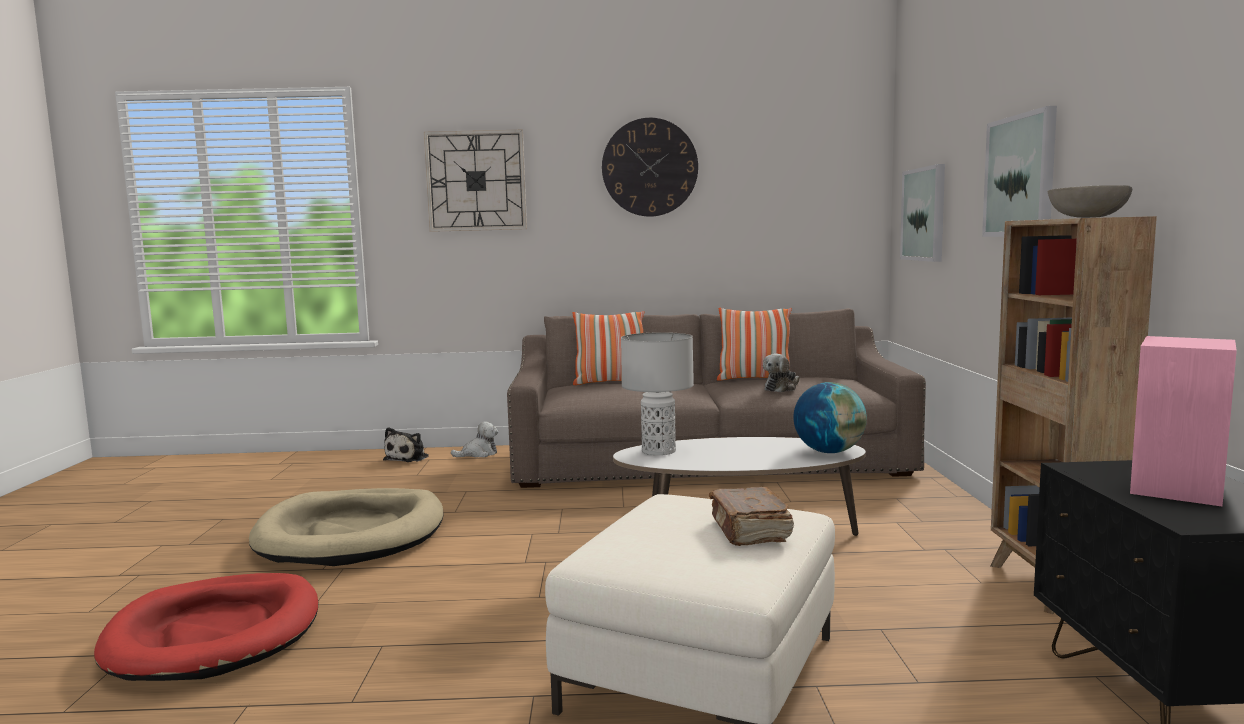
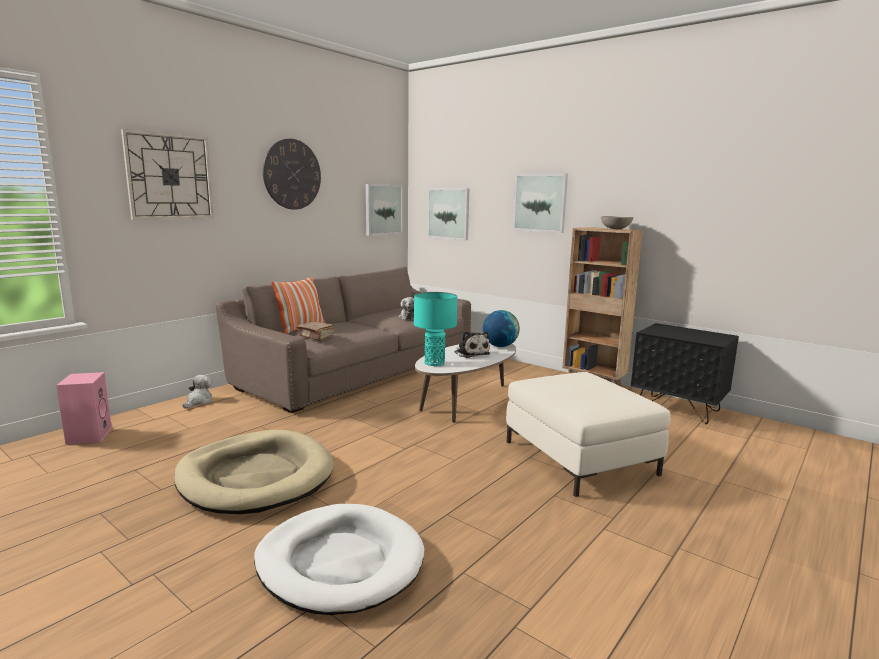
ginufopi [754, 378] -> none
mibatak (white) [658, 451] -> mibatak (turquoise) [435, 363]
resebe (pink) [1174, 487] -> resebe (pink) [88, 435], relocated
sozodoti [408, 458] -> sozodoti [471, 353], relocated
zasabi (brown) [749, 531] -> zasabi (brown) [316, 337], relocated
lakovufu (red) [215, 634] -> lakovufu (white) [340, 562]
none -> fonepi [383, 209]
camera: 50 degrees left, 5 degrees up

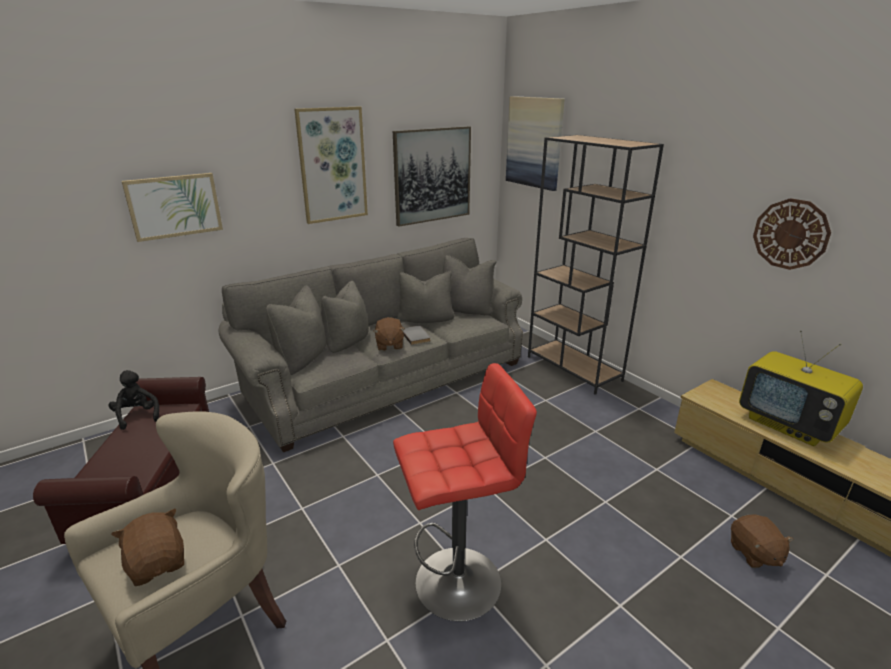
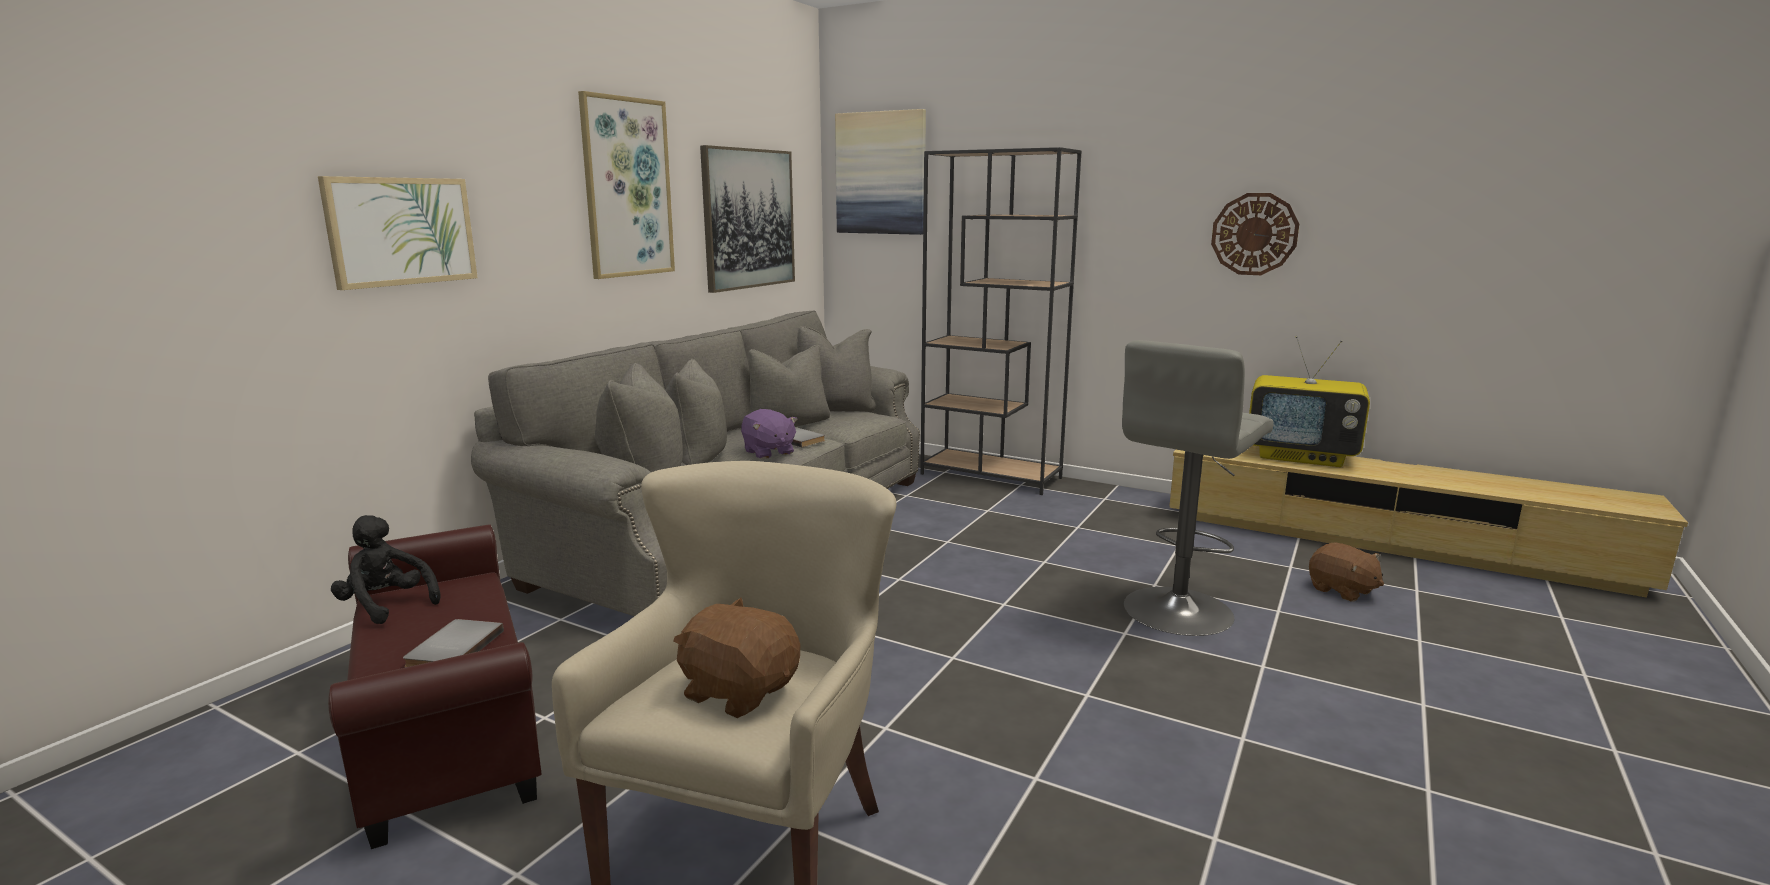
sozodoti (brown) [389, 345] -> sozodoti (purple) [768, 452]
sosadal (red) [459, 583] -> none
none -> sosadal (grey) [1176, 611]
none -> zasabi (grey) [452, 648]
camera: 25 degrees left, 10 degrees down

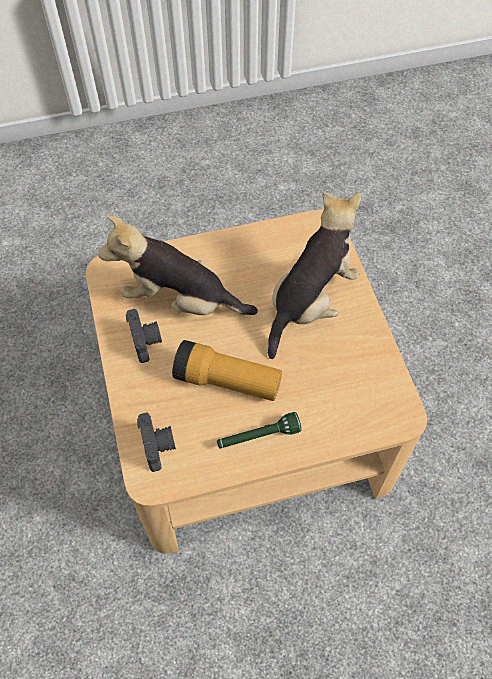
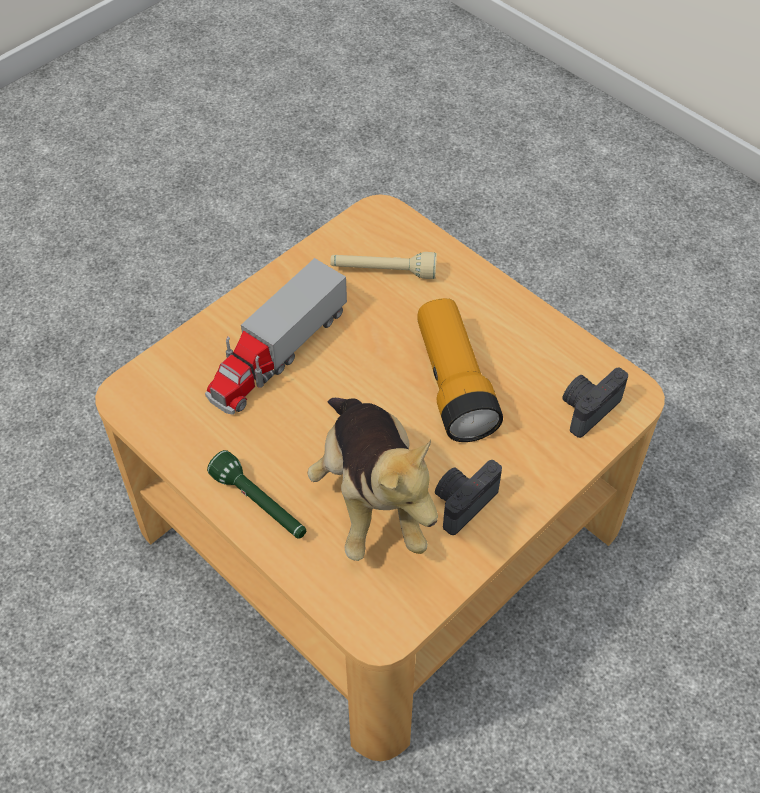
sozodoti [310, 301] -> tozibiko [277, 353]
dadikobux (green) [258, 437] -> dadikobux (green) [260, 505], relocated
none -> dadikobux (beige) [383, 272]
camera: 120 degrees left, 5 degrees down

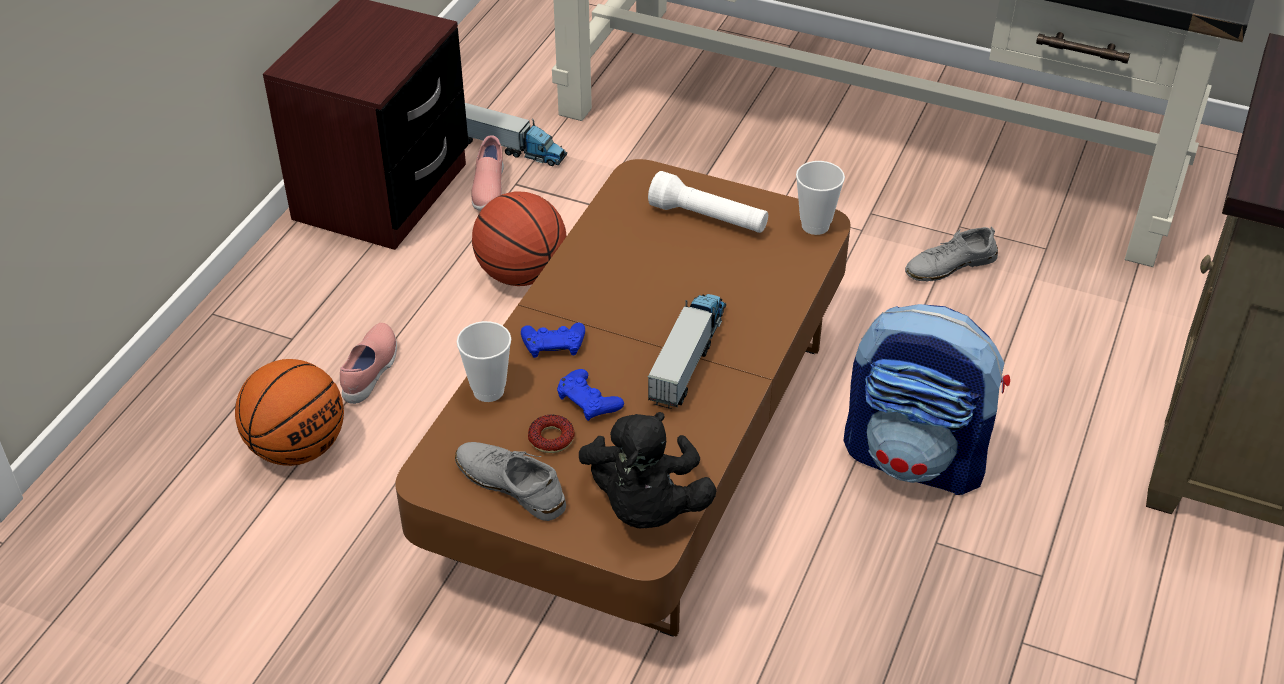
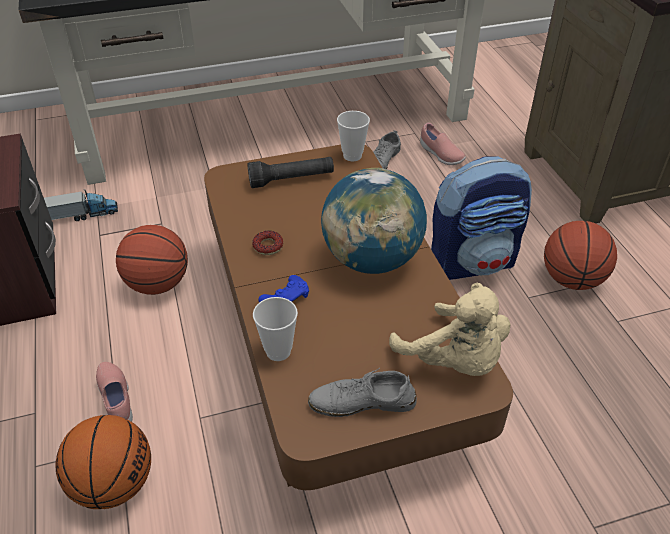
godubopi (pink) [488, 190] -> godubopi (pink) [440, 155], relocated
dadikobux (white) [708, 219] -> dadikobux (black) [291, 180]
tozibiko [688, 357] -> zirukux [371, 260]
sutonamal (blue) [588, 401] -> none
sozodoti (black) [645, 507] -> sozodoti (beige) [454, 361]
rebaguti [551, 438] -> rebaguti [268, 246], relocated
none -> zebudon [572, 280]
camera: 40 degrees left, 0 degrees up

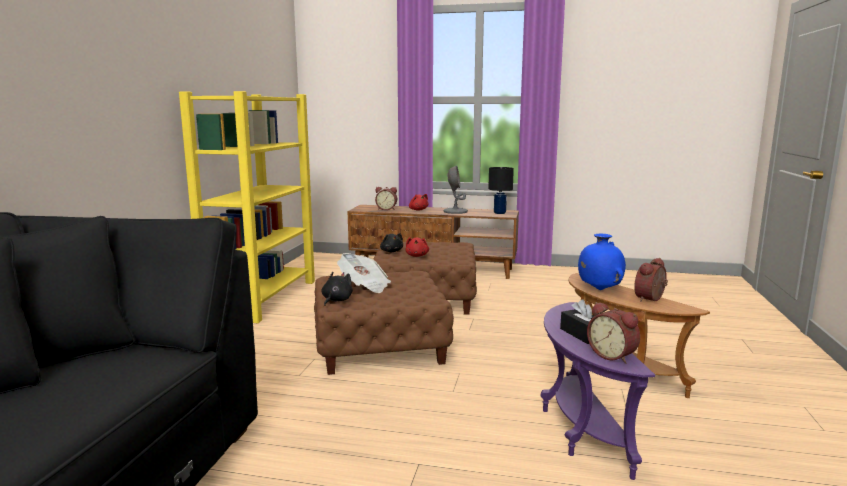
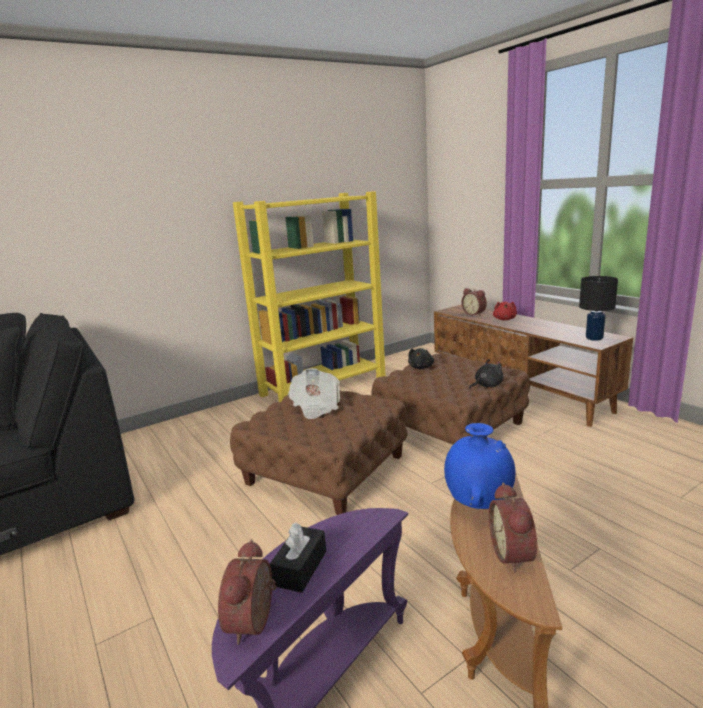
mibatak (grey) [455, 211] -> none
sozodoti (red) [417, 256] -> none
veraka [651, 299] -> veraka [514, 554], 90 degrees counterclockwise
sozodoti (black) [336, 300] -> sozodoti (black) [487, 385], relocated
camera: 45 degrees right, 5 degrees up

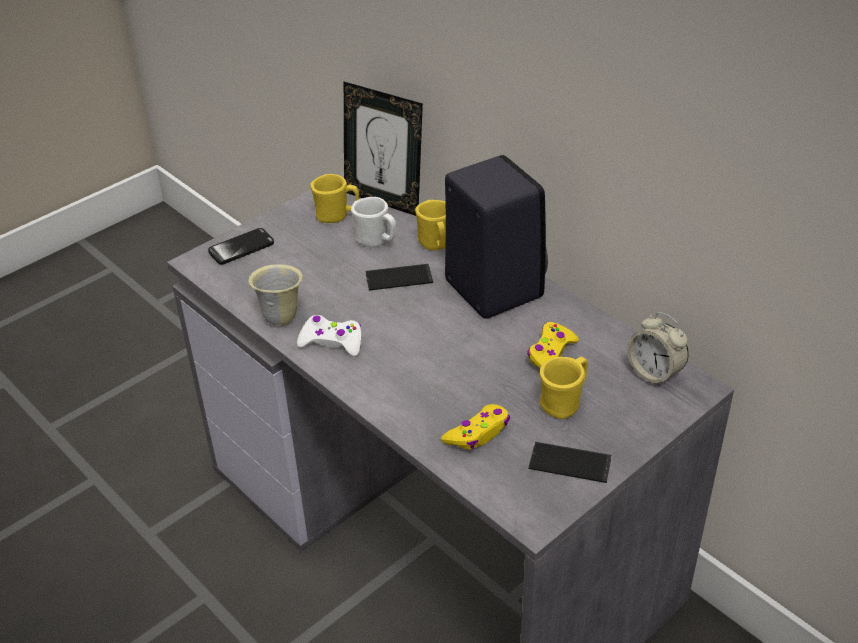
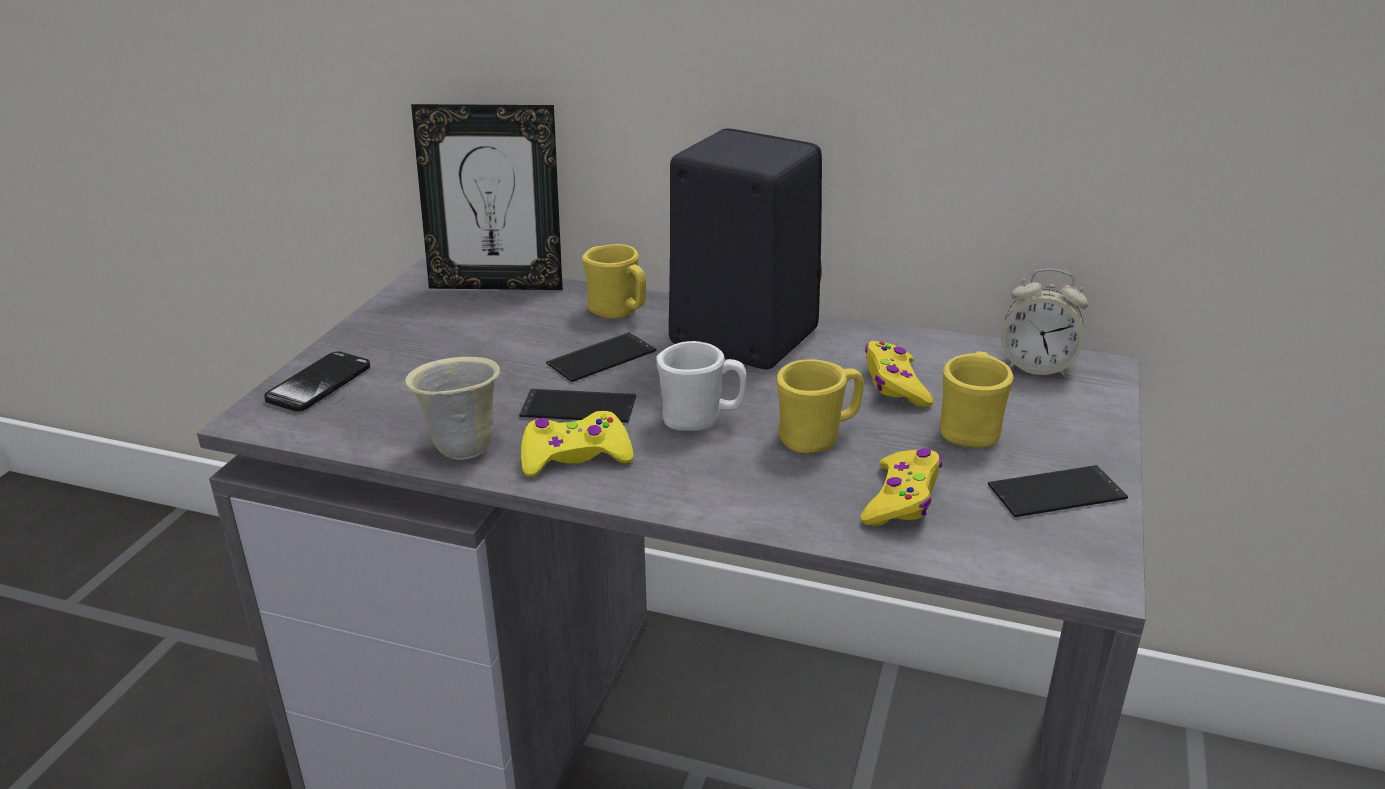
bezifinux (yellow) [337, 216] -> bezifinux (yellow) [817, 438], relocated
bezifinux (white) [376, 241] -> bezifinux (white) [701, 420], relocated
sutonamal (white) [332, 342] -> sutonamal (yellow) [575, 456]
none -> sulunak [578, 407]
camera: 30 degrees left, 10 degrees down

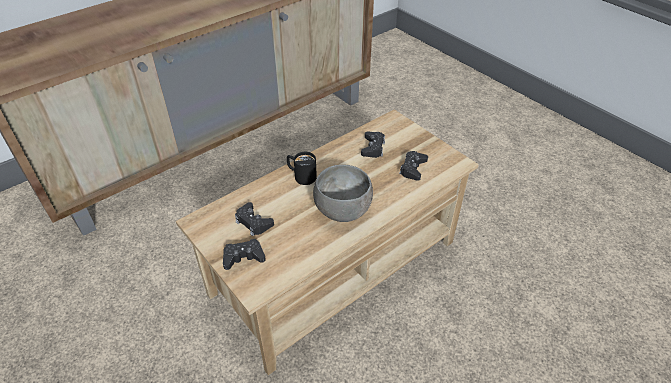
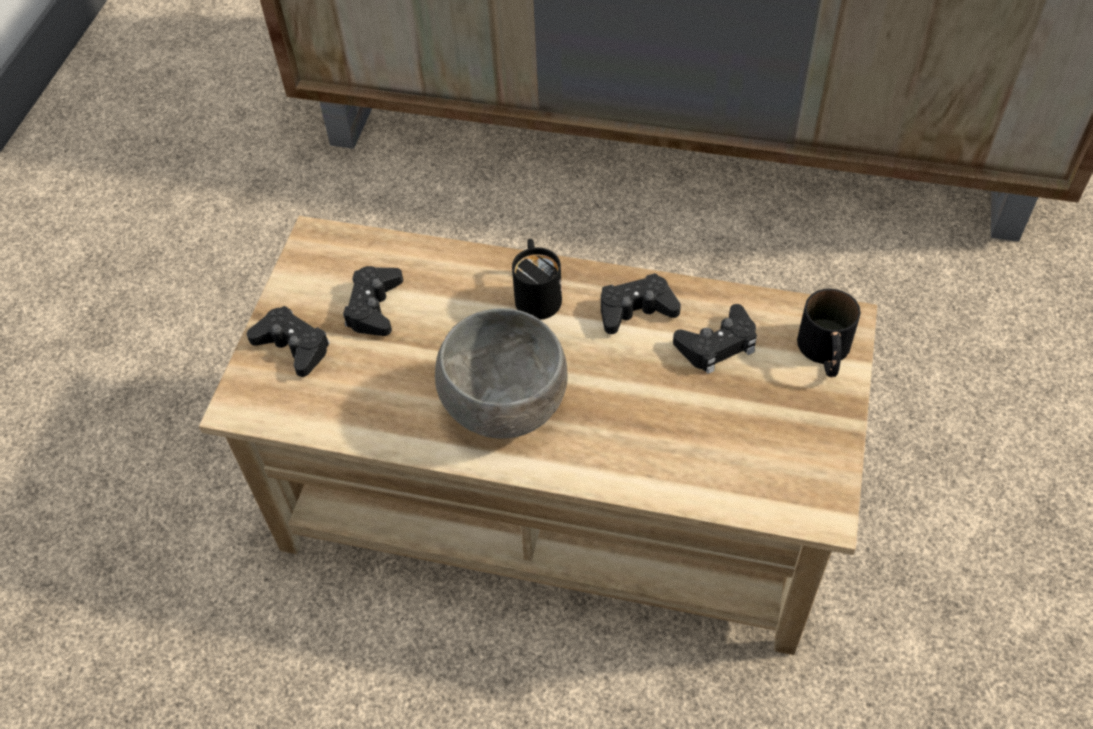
sutonamal (black) [413, 169] -> sutonamal (black) [636, 310], relocated
none -> bezifinux (black) [825, 354]
camera: 55 degrees right, 10 degrees up

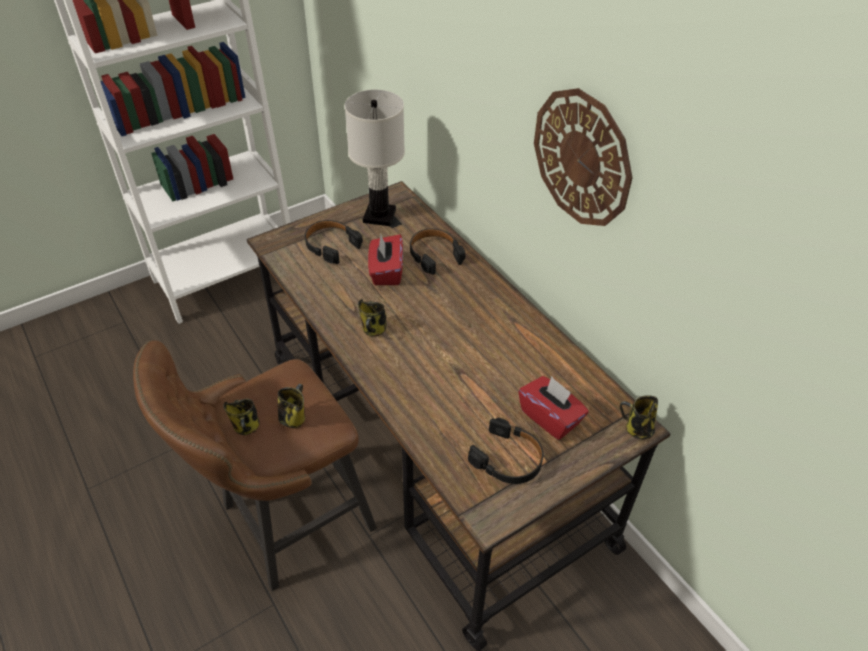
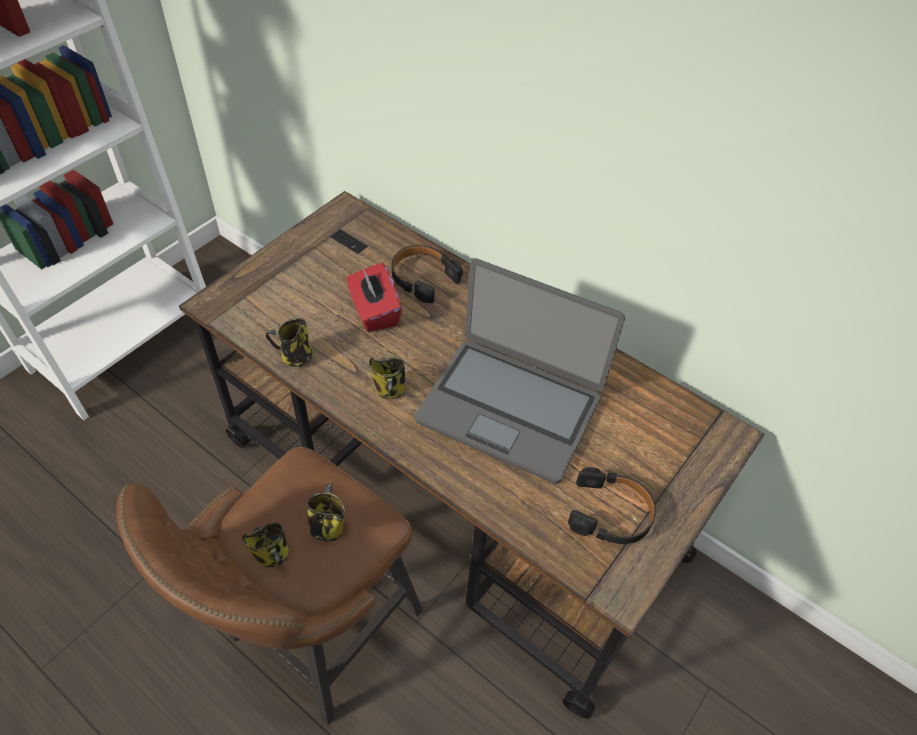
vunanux [582, 158] -> none
mibatak (white) [379, 215] -> none
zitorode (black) [331, 245] -> none
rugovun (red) [550, 417] -> none
bezifinux [637, 429] -> bezifinux [295, 357], relocated
none -> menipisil [510, 407]
camera: 20 degrees left, 5 degrees up

